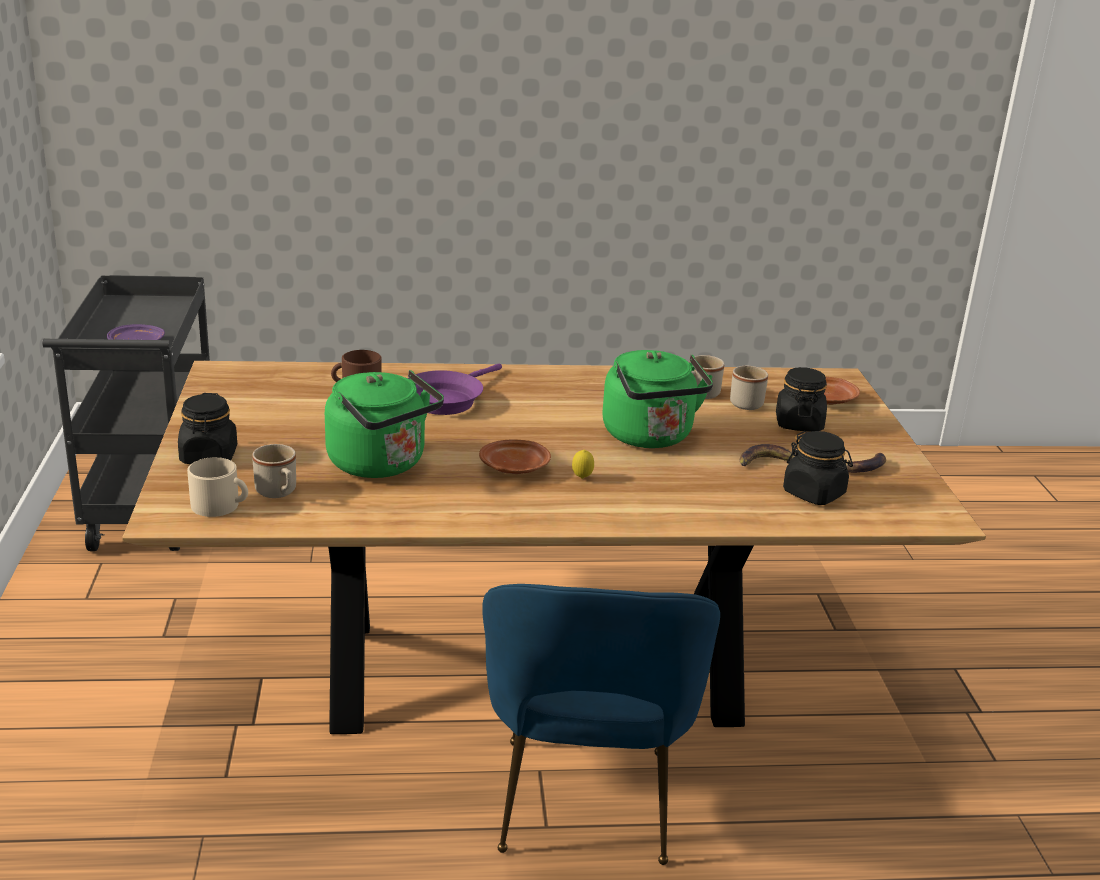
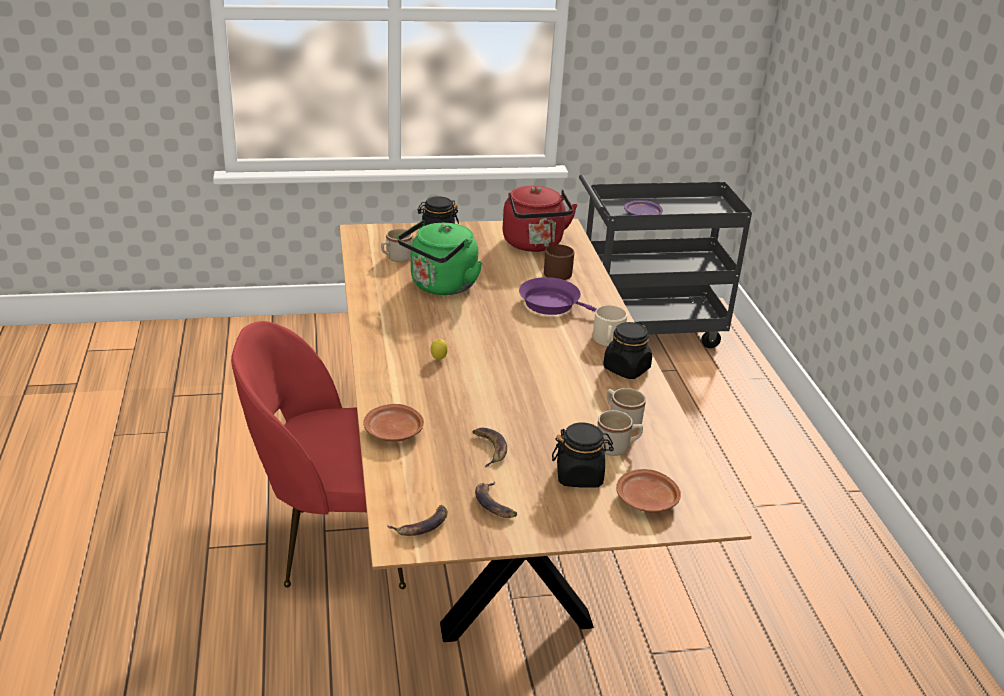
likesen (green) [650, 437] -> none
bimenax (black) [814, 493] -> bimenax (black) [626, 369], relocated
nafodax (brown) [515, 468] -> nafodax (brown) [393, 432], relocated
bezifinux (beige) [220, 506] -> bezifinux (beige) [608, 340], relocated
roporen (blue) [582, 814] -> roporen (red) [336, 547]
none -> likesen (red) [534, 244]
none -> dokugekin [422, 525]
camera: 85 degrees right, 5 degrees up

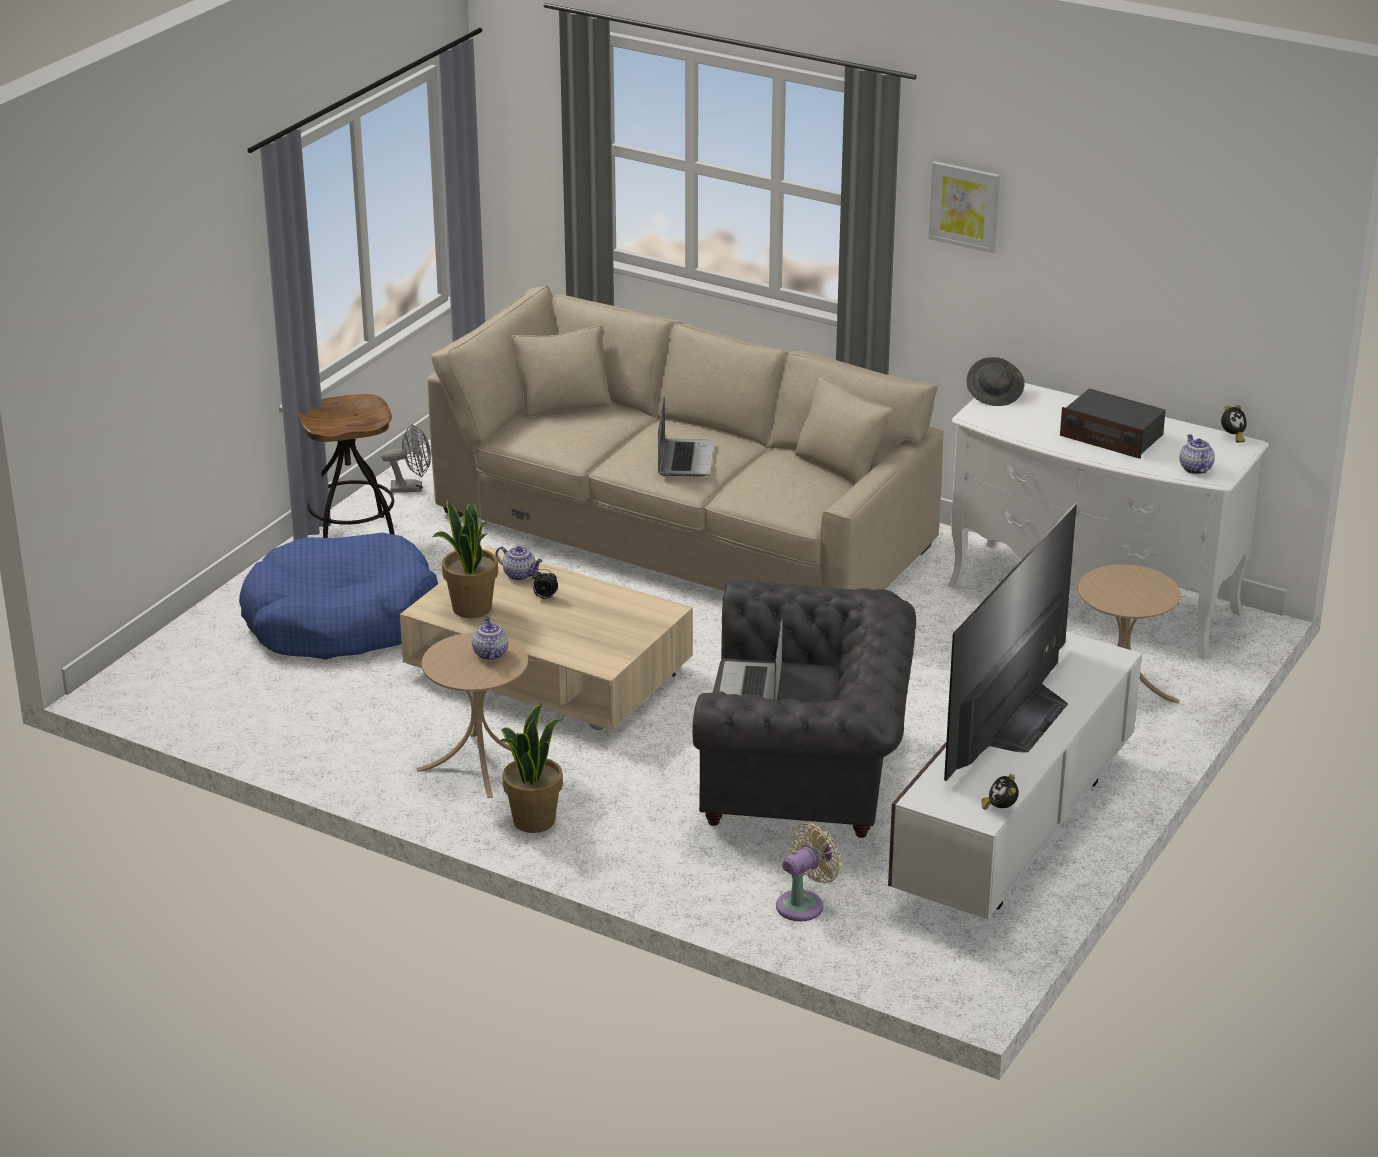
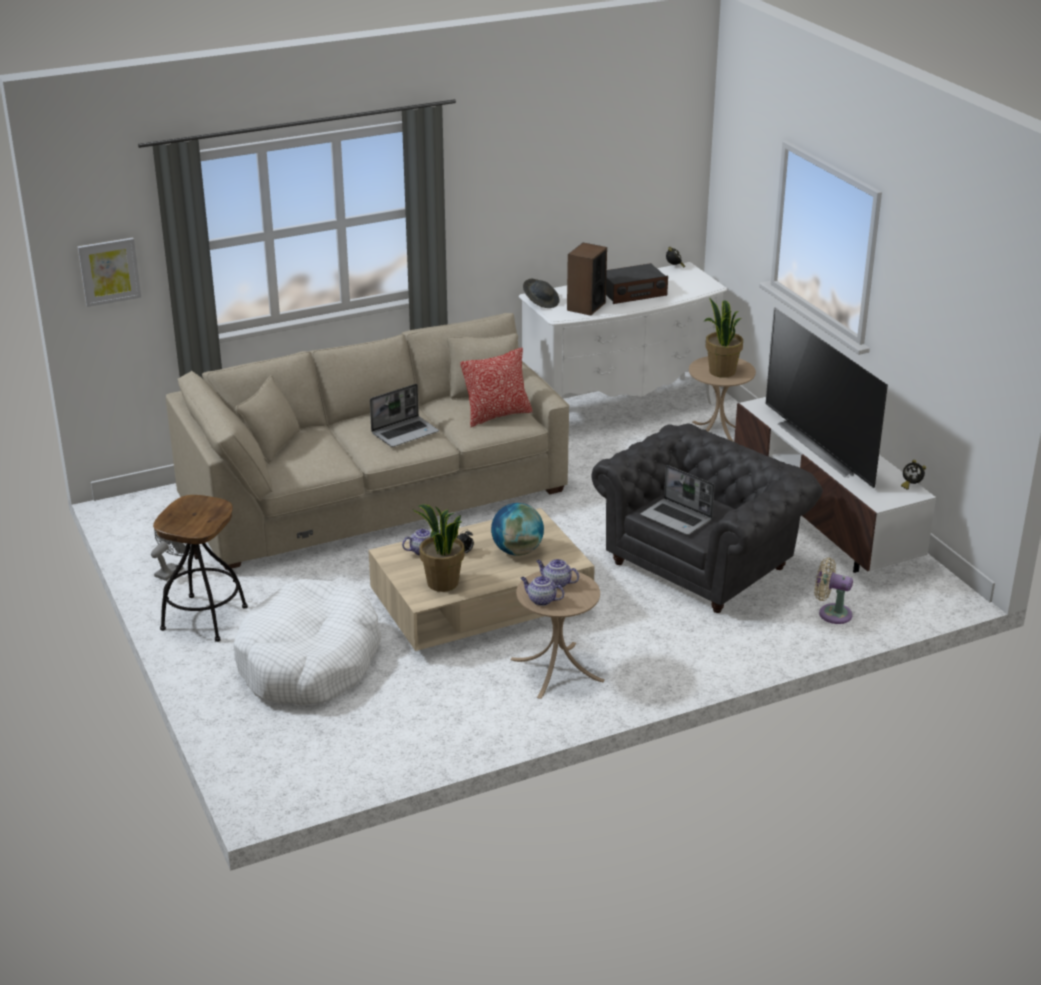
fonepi [965, 206] -> fonepi [109, 271], relocated
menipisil [684, 459] -> menipisil [405, 432], 105 degrees clockwise
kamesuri [1195, 468] -> kamesuri [541, 600], relocated
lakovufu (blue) [341, 620] -> lakovufu (white) [309, 662]
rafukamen [533, 820] -> rafukamen [721, 371], relocated
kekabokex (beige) [804, 904] -> kekabokex (beige) [831, 613], 60 degrees counterclockwise
none -> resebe [586, 306]
none -> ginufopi [497, 415]
none -> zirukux [517, 551]
camera: 55 degrees left, 0 degrees up

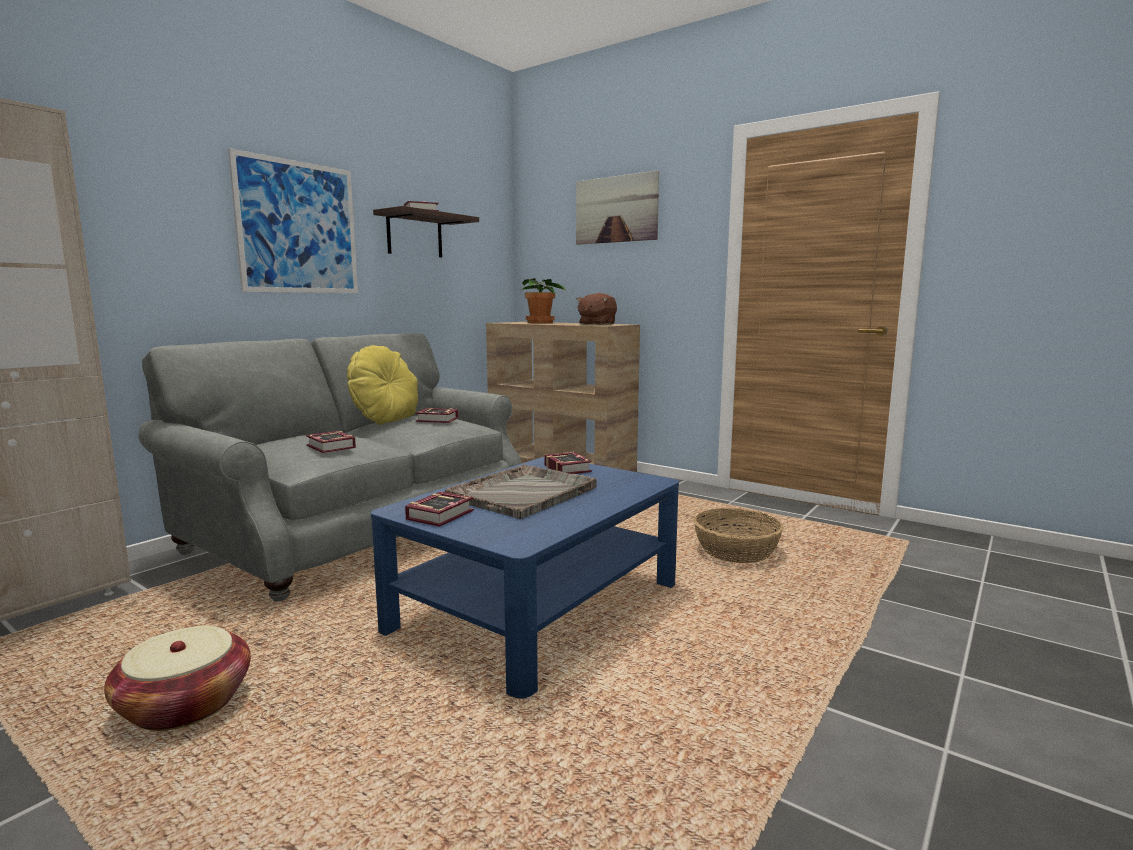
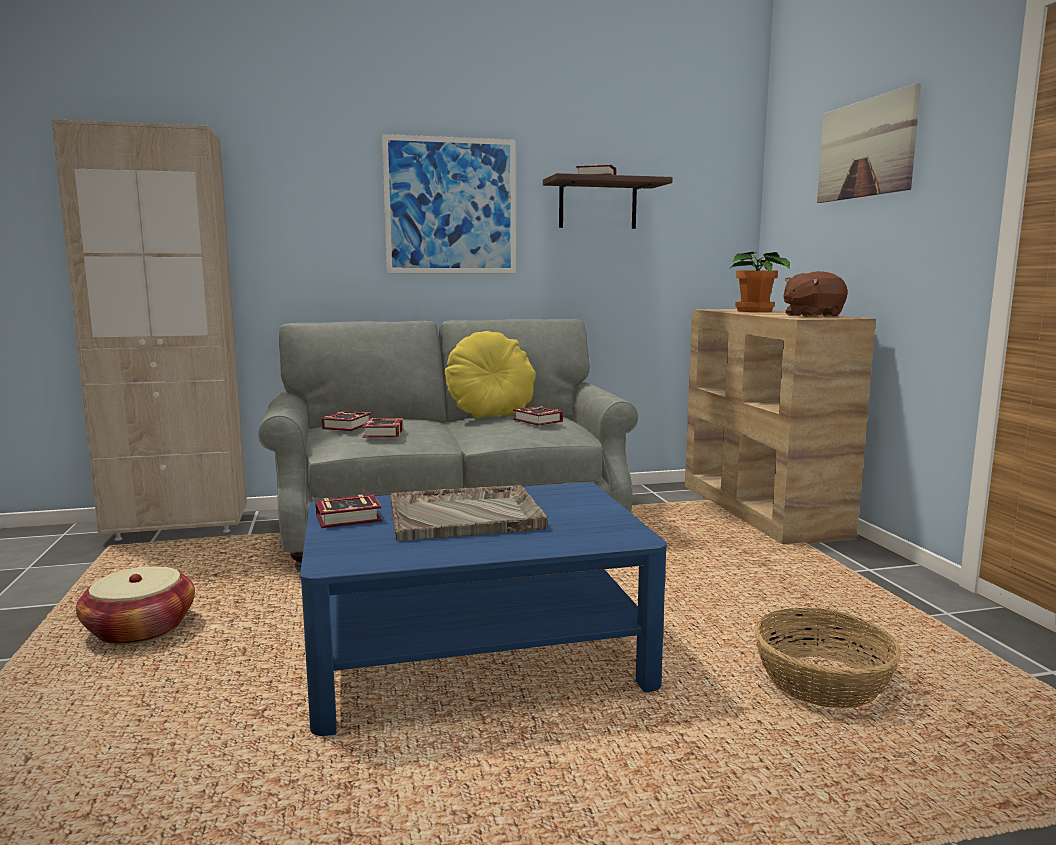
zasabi [567, 468] -> zasabi [349, 426], relocated
camera: 40 degrees right, 0 degrees up

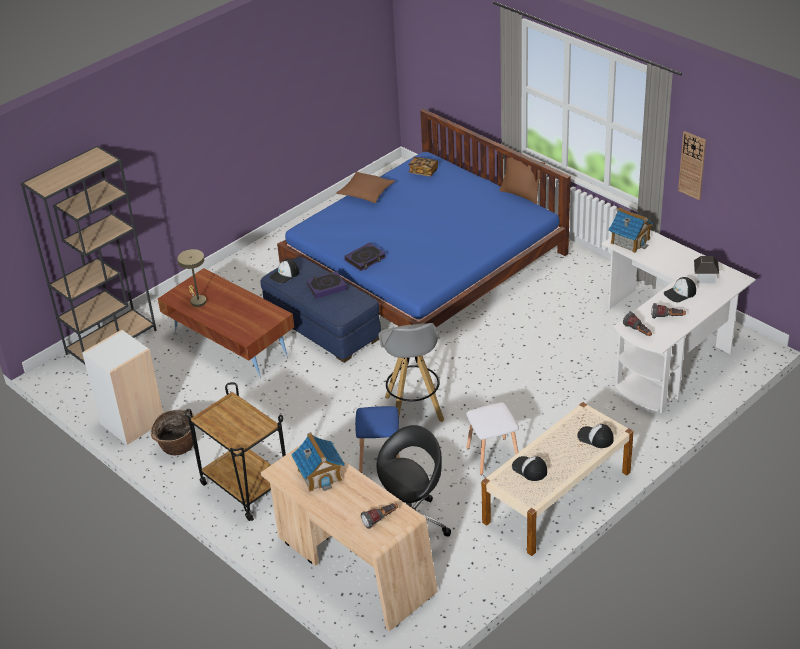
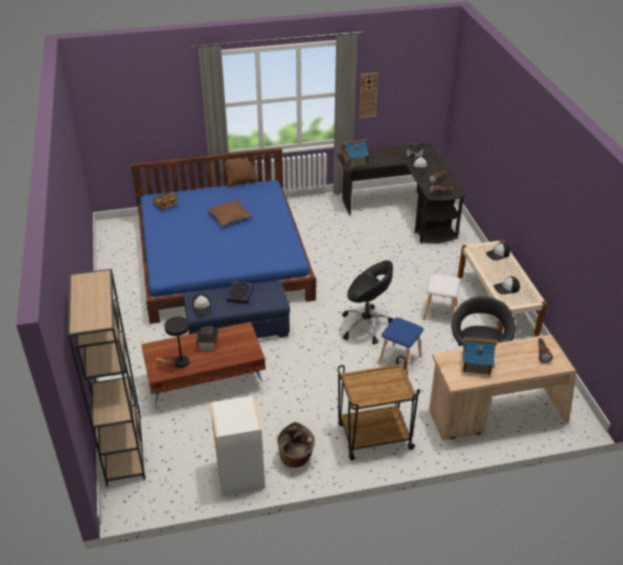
ginufopi (brown) [366, 192] -> ginufopi (brown) [229, 217], relocated
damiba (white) [668, 348] -> damiba (black) [405, 212]
zasabi [365, 259] -> none
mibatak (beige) [197, 300] -> mibatak (black) [178, 362]
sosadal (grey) [413, 410] -> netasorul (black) [367, 325]
none -> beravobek [208, 344]
camera: 60 degrees left, 0 degrees up

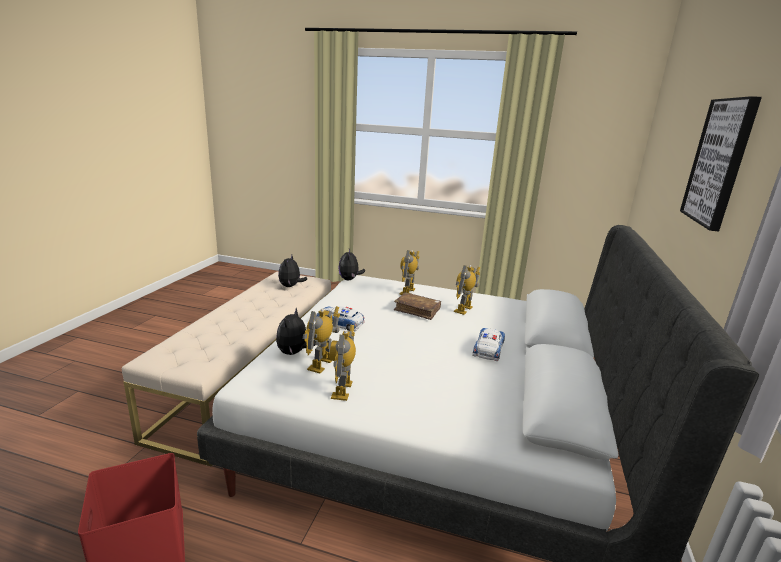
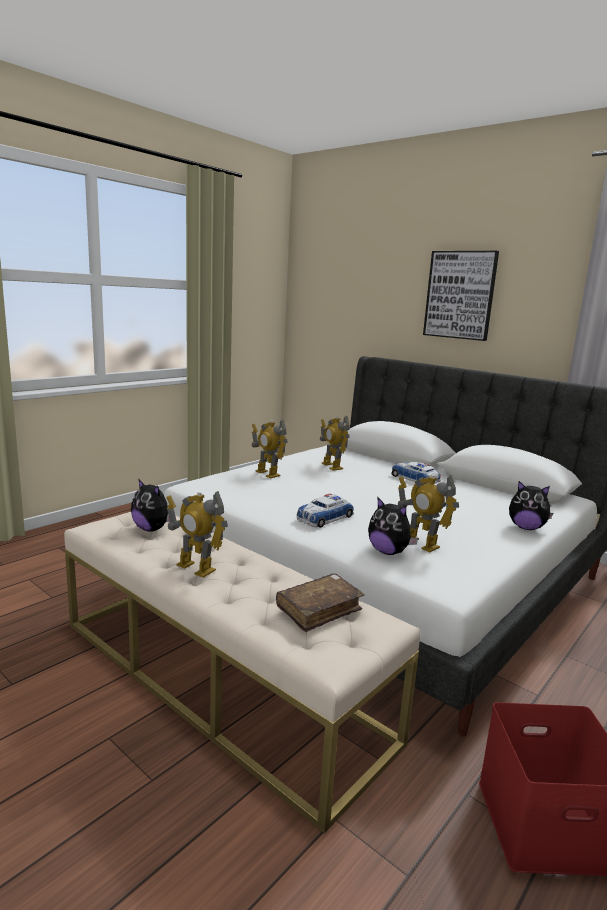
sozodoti [349, 279] -> sozodoti [526, 528], relocated
zasabi (brown) [417, 310] -> zasabi (brown) [319, 609], relocated
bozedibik [343, 390] -> bozedibik [195, 568], relocated
camera: 65 degrees left, 5 degrees down

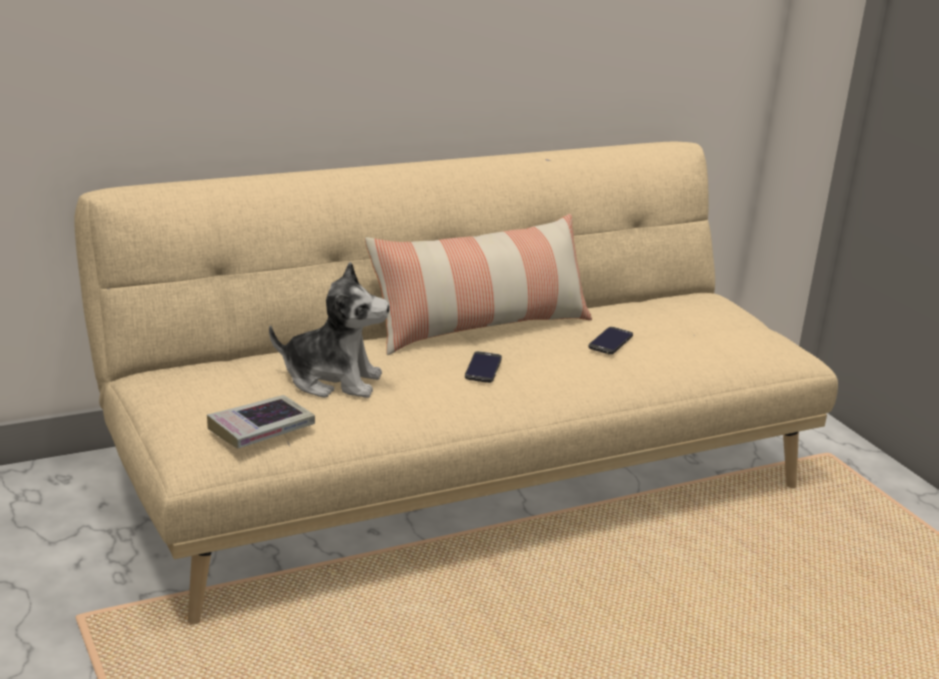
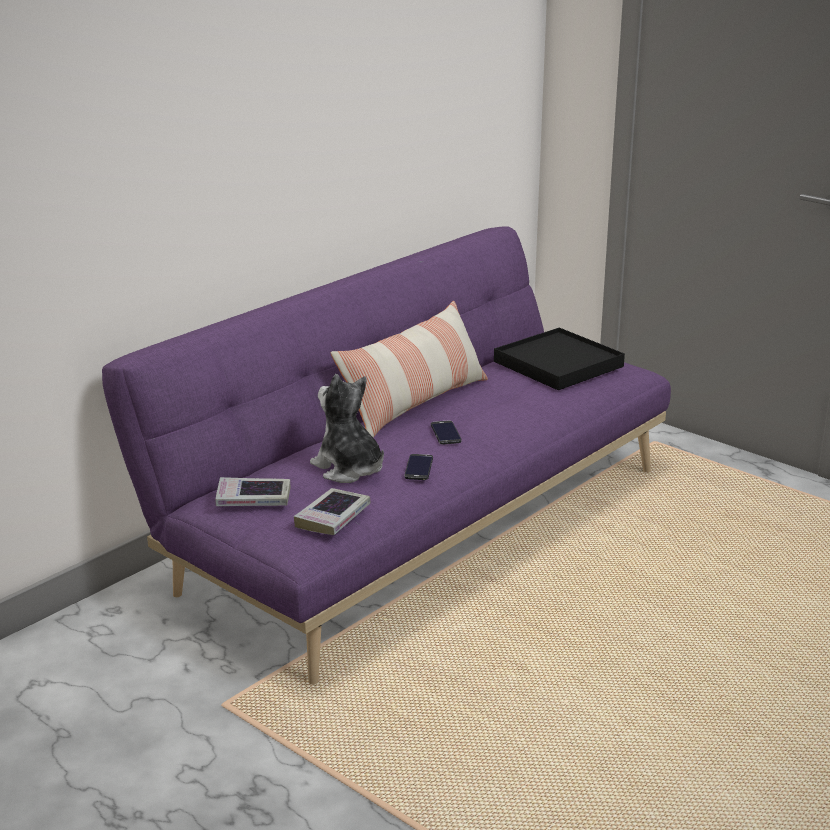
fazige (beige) [459, 474] -> fazige (purple) [415, 524]
sozodoti [332, 380] -> sozodoti [348, 469], 120 degrees counterclockwise
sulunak [610, 341] -> sulunak [418, 467], relocated
none -> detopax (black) [558, 364]
none -> zasabi [253, 499]
camera: 20 degrees left, 0 degrees up

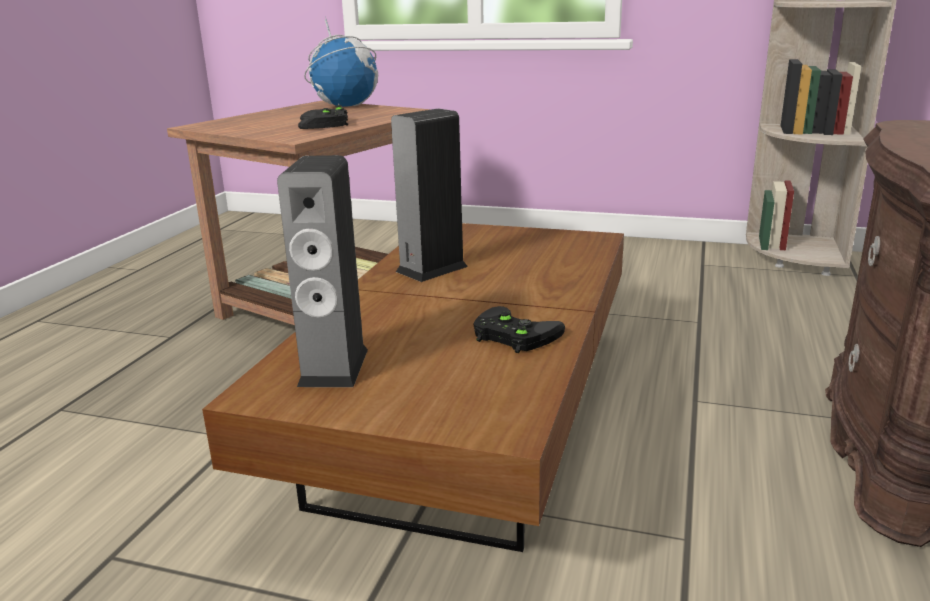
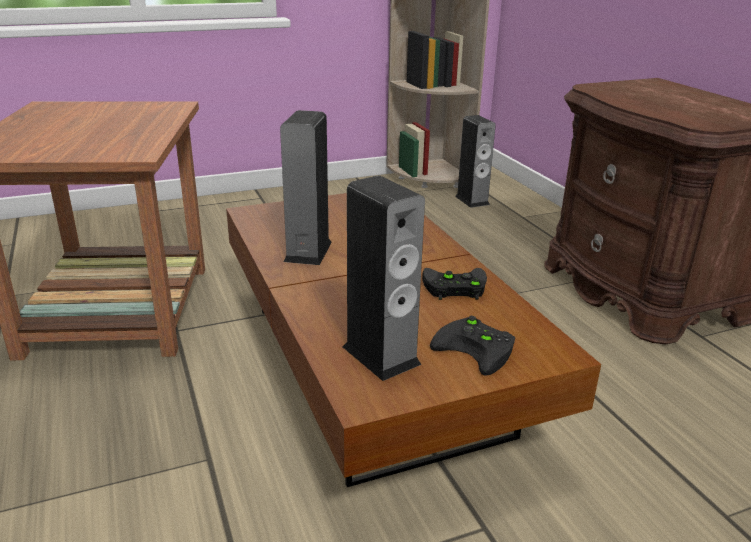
zirukux [346, 106] -> none
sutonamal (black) [326, 124] -> sutonamal (black) [478, 349], relocated
none -> resebe [472, 200]
camera: 40 degrees left, 5 degrees up

